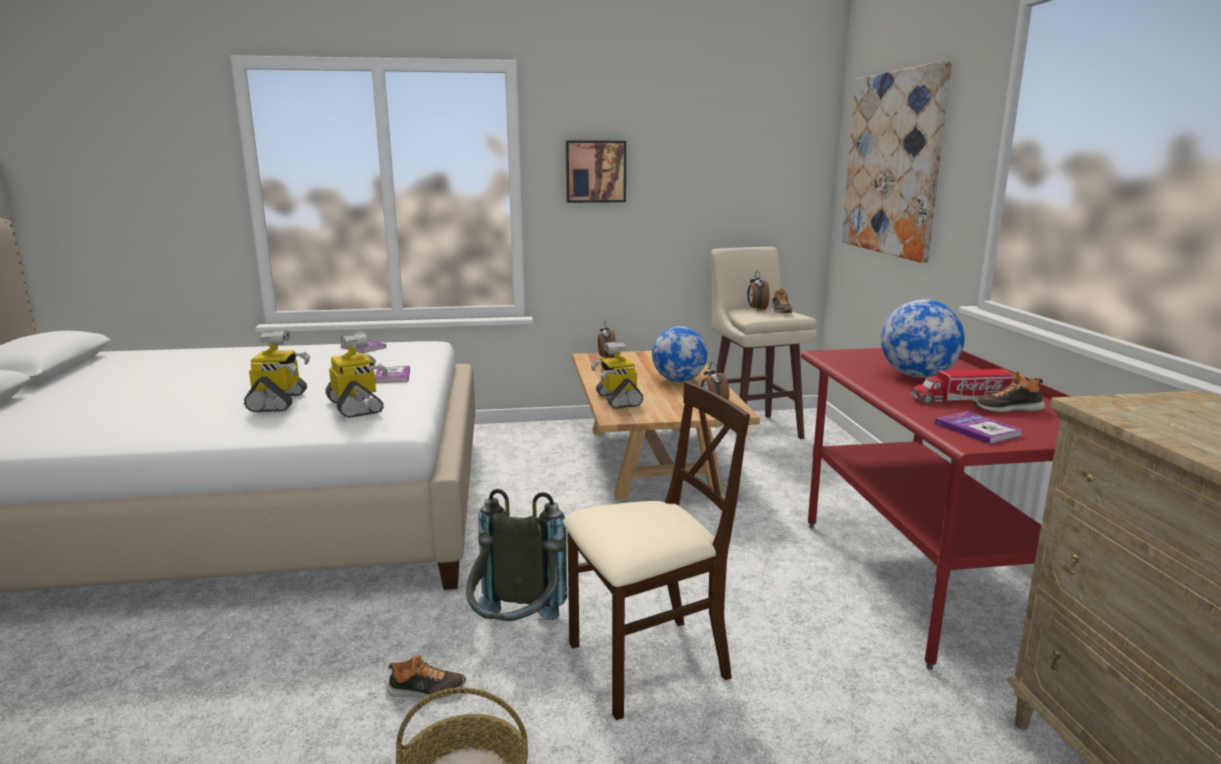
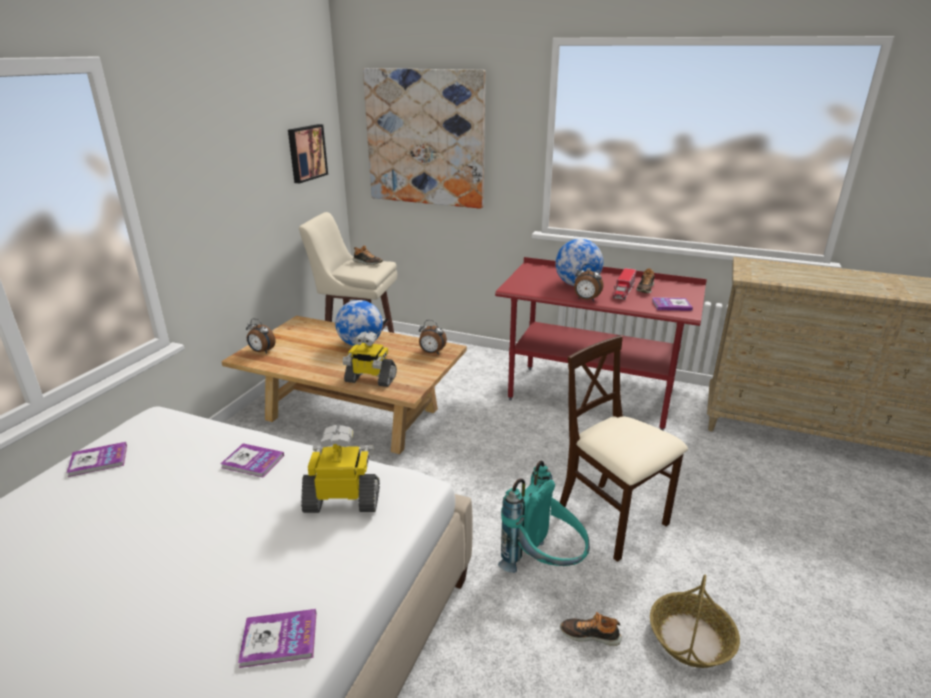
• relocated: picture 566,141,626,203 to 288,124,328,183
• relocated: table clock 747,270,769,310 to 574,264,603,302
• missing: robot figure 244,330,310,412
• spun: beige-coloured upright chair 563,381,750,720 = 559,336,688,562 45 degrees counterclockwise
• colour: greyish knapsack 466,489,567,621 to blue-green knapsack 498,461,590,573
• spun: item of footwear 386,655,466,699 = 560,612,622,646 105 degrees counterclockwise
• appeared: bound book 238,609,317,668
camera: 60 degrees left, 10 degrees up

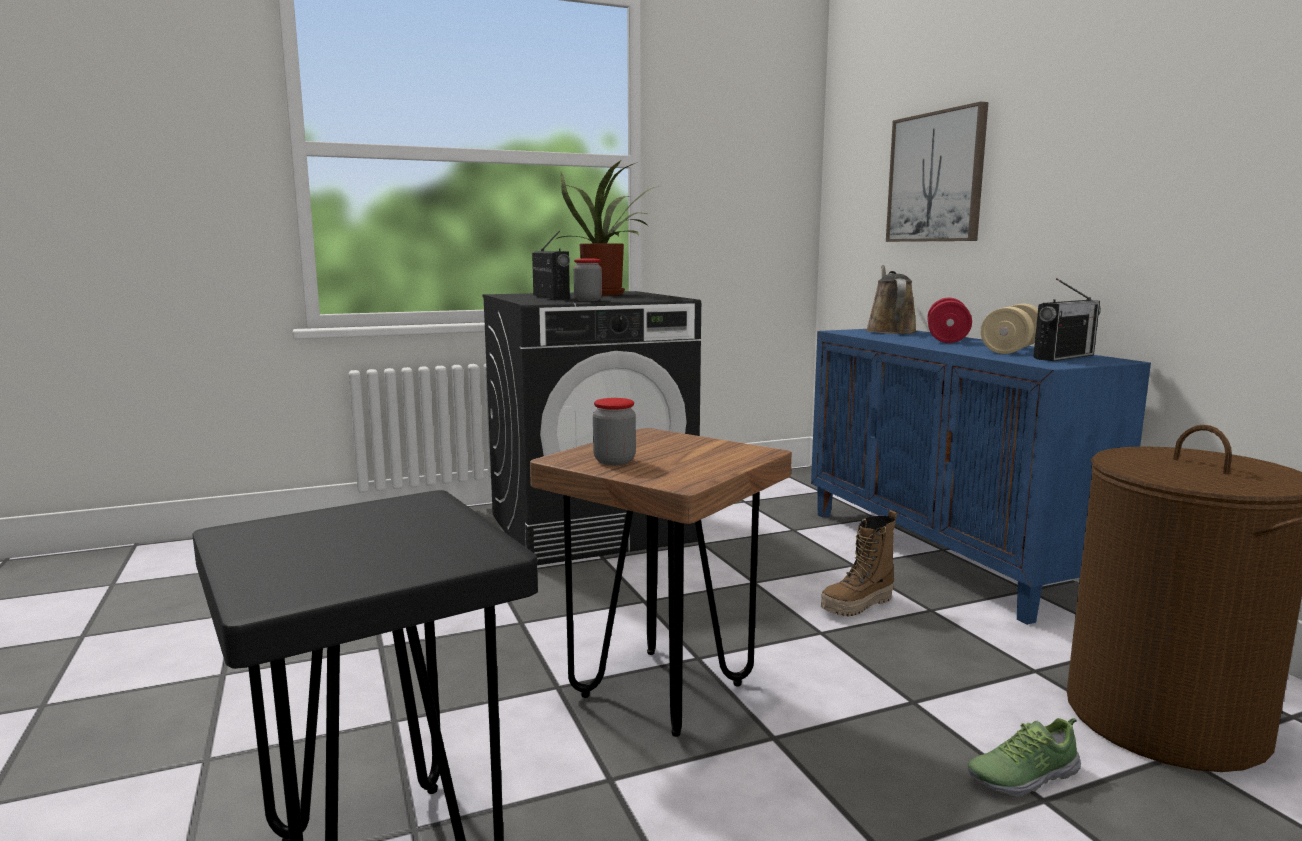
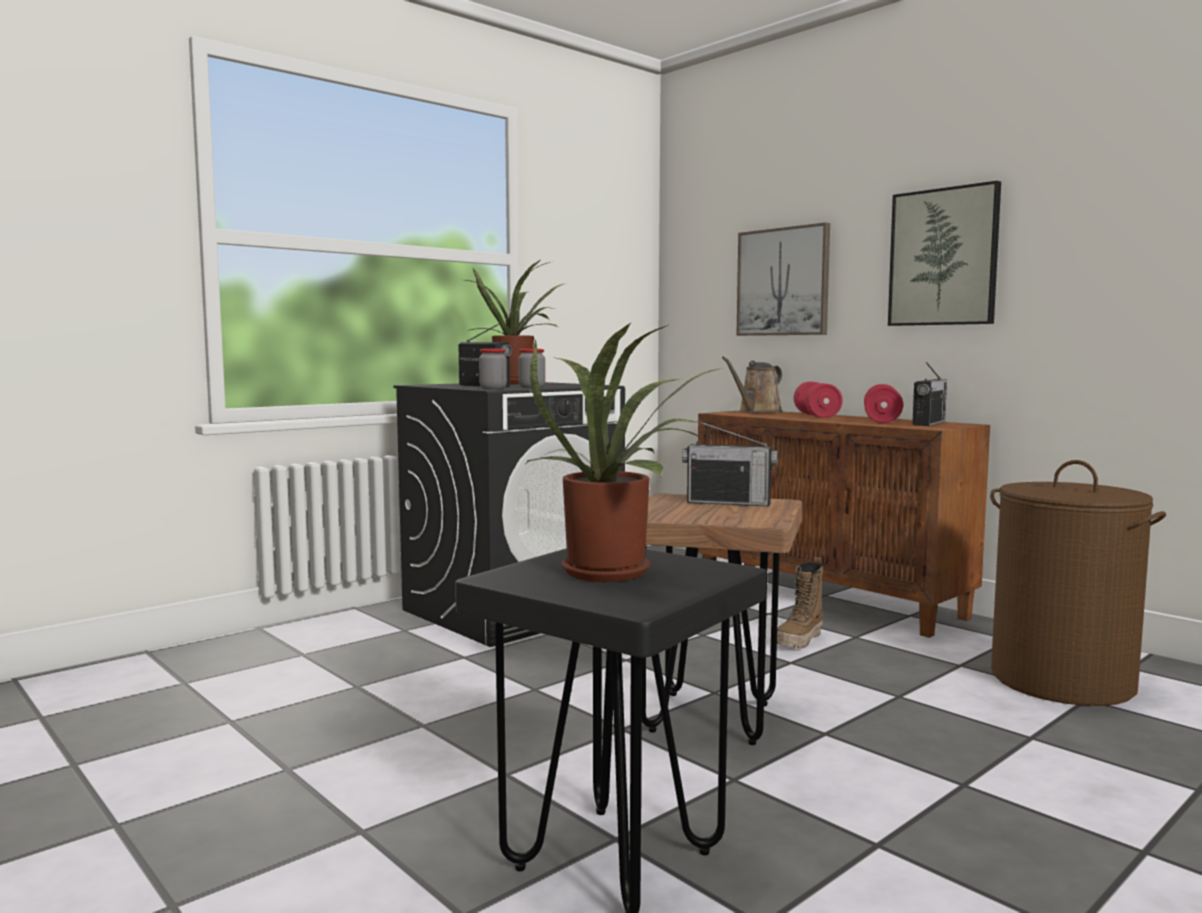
• spun: brownish watering can 866,265,917,334 = 722,357,783,413 120 degrees counterclockwise
• colour: beige-coloured free weight 981,304,1038,354 to red-coloured free weight 864,384,903,423
• colour: blue storage cabinet 811,329,1151,625 to brownish storage cabinet 698,410,990,638
• relocated: preserve jar 593,398,636,465 to 479,349,507,389
• missing: item of footwear 967,718,1081,797
• appeared: picture 888,181,1001,326
• appeared: plant in a pot 526,323,724,582
• appeared: radio set 682,421,778,506
camera: 20 degrees left, 5 degrees down

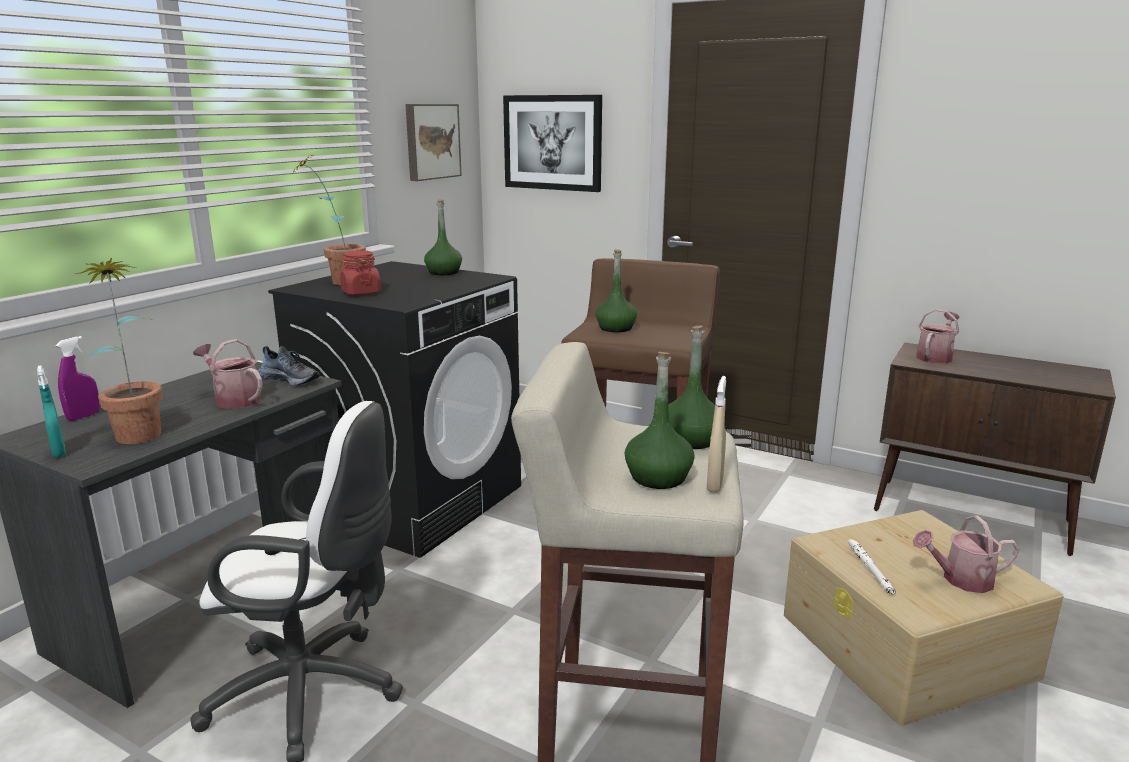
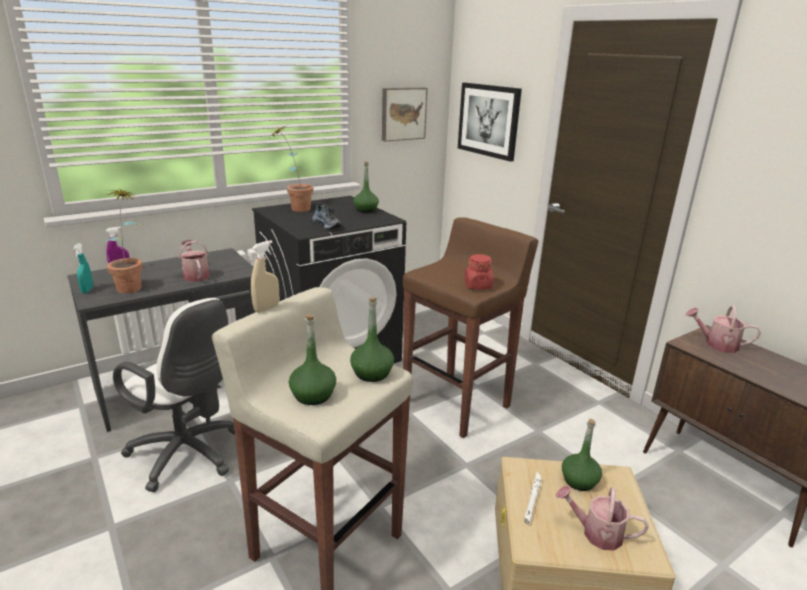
• relocated: green-coloured drink bottle 596,249,637,332 to 562,419,602,491
• relocated: red-coloured preserve jar 340,251,381,295 to 464,254,493,289
• spun: watering can 916,309,959,364 = 686,305,761,353 135 degrees counterclockwise
• relocated: item of footwear 258,346,320,385 to 312,203,342,229
• relocated: beige-coloured hand sprayer 707,376,726,492 to 251,240,279,313
camera: 25 degrees right, 5 degrees up

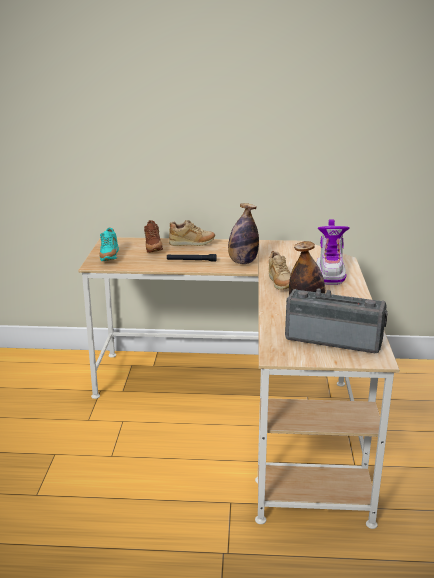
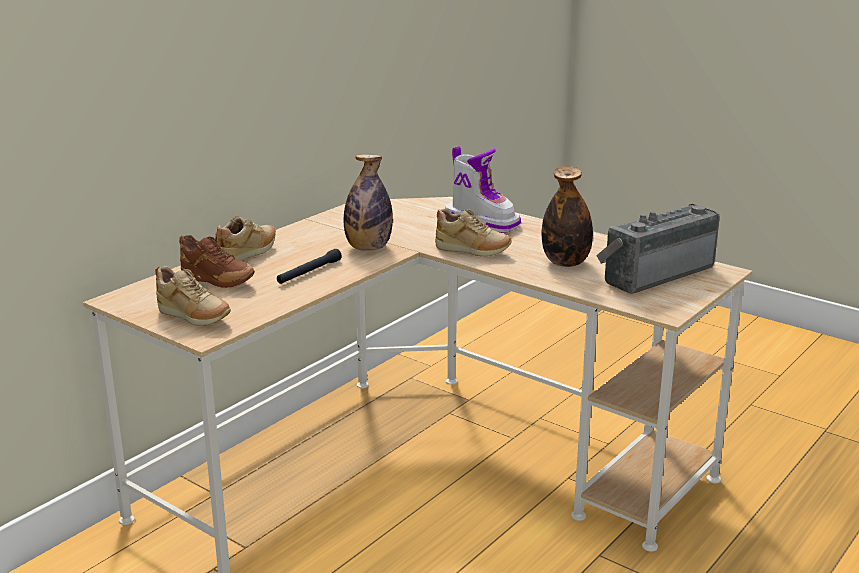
• colour: blue-green item of footwear 99,228,119,261 to beige-coloured item of footwear 155,266,231,326
camera: 55 degrees left, 0 degrees up

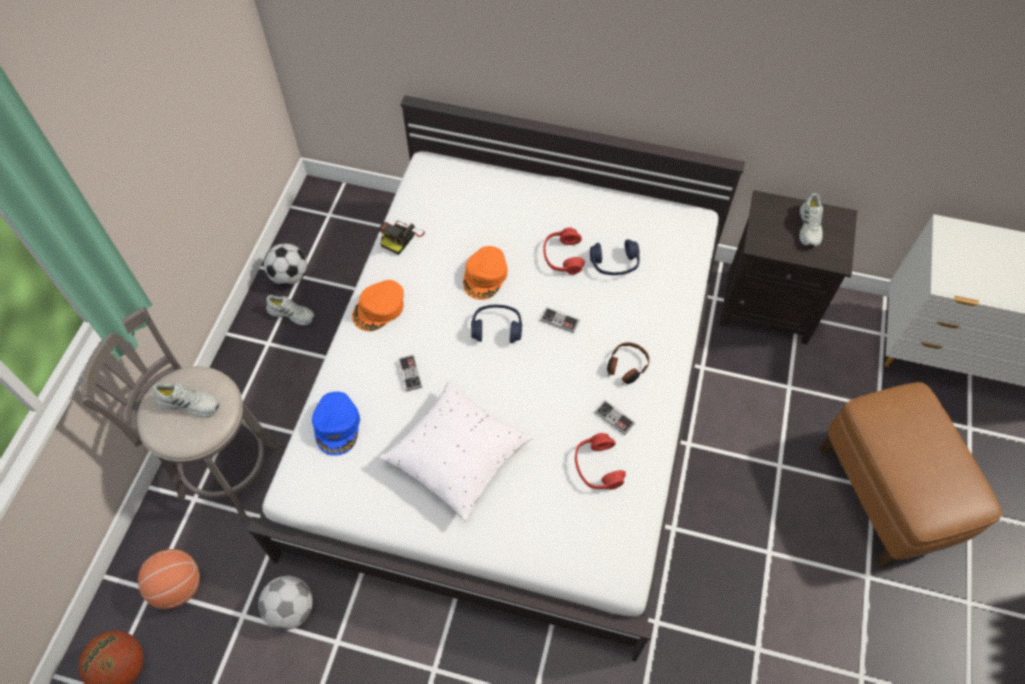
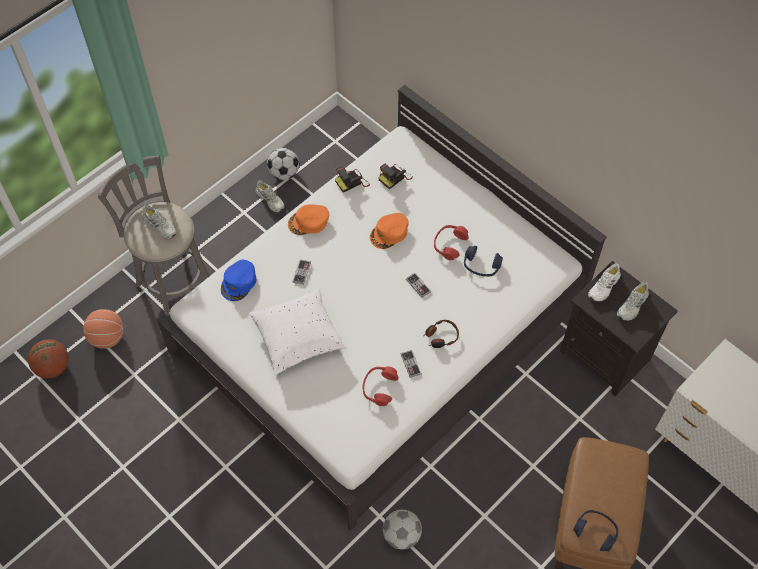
• relocated: blue headset 471,305,522,343 to 573,510,618,552
• relocated: football 258,576,313,631 to 383,510,422,550
• appeared: still camera 378,164,413,189
• appeared: white item of footwear 588,263,621,301
camera: 30 degrees right, 0 degrees up

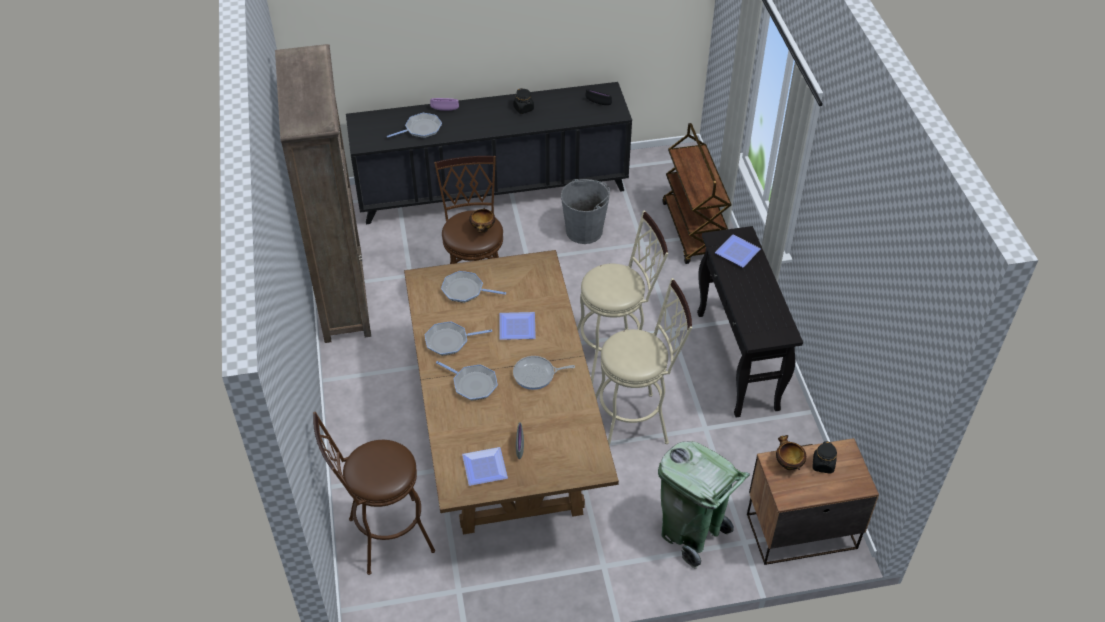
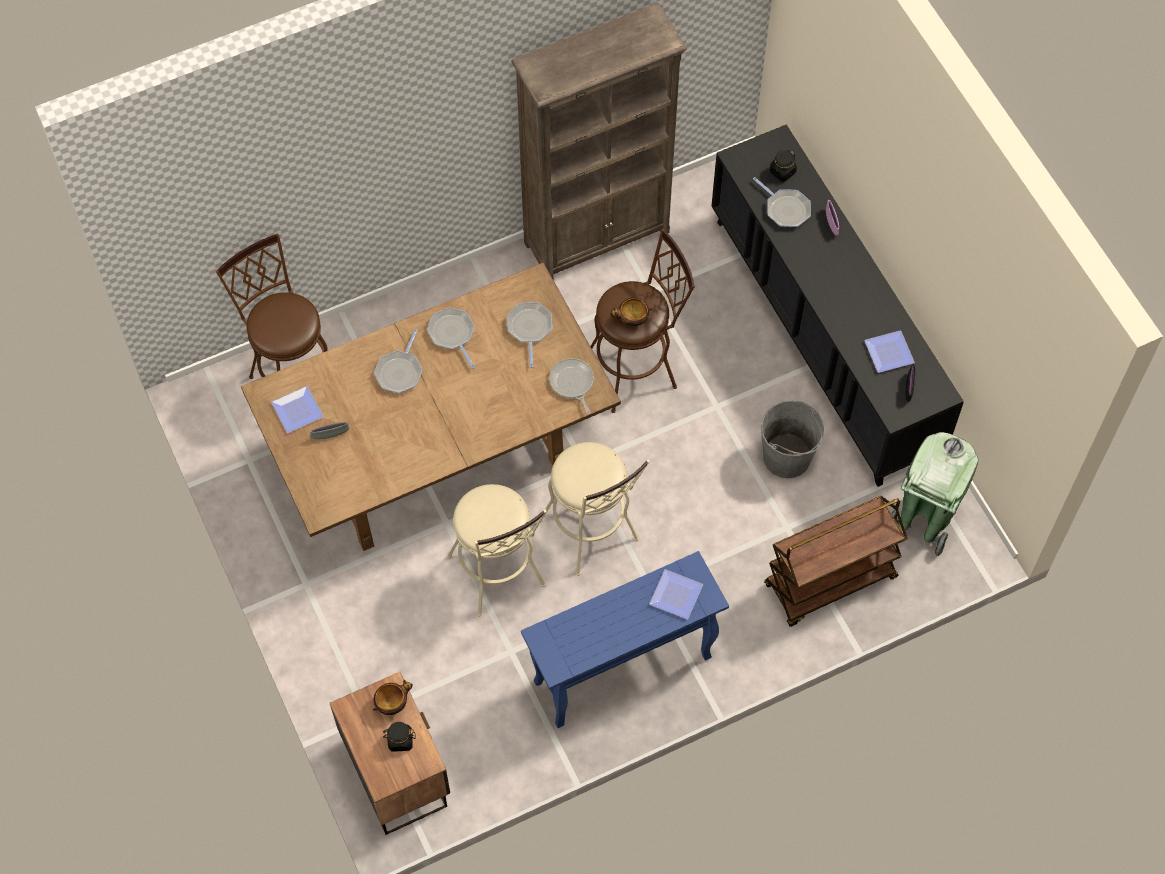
• relocated: black-coloured preserve jar 513,88,534,114 to 770,150,797,182
• colour: black-coloured narrow table 697,226,803,418 to blue narrow table 521,551,729,728
• relocated: dinner plate 500,312,536,340 to 864,330,915,373
• relocated: pan 513,356,575,390 to 549,358,594,414
• relocated: green-coloured trash can 658,441,750,568 to 891,432,978,556
camera: 75 degrees right, 15 degrees up

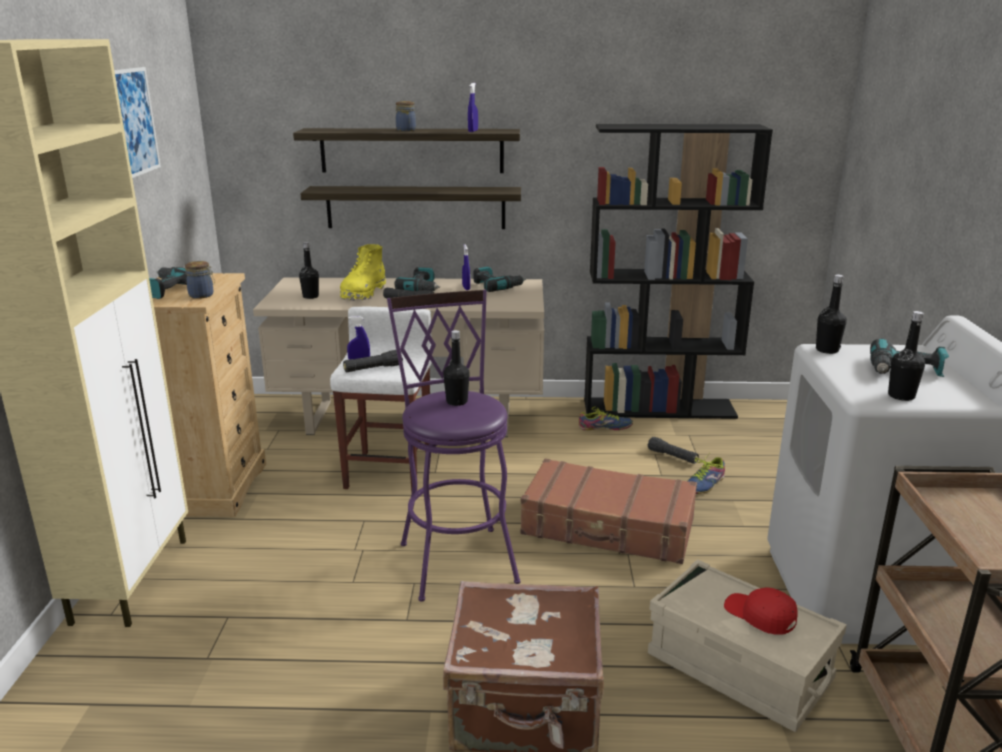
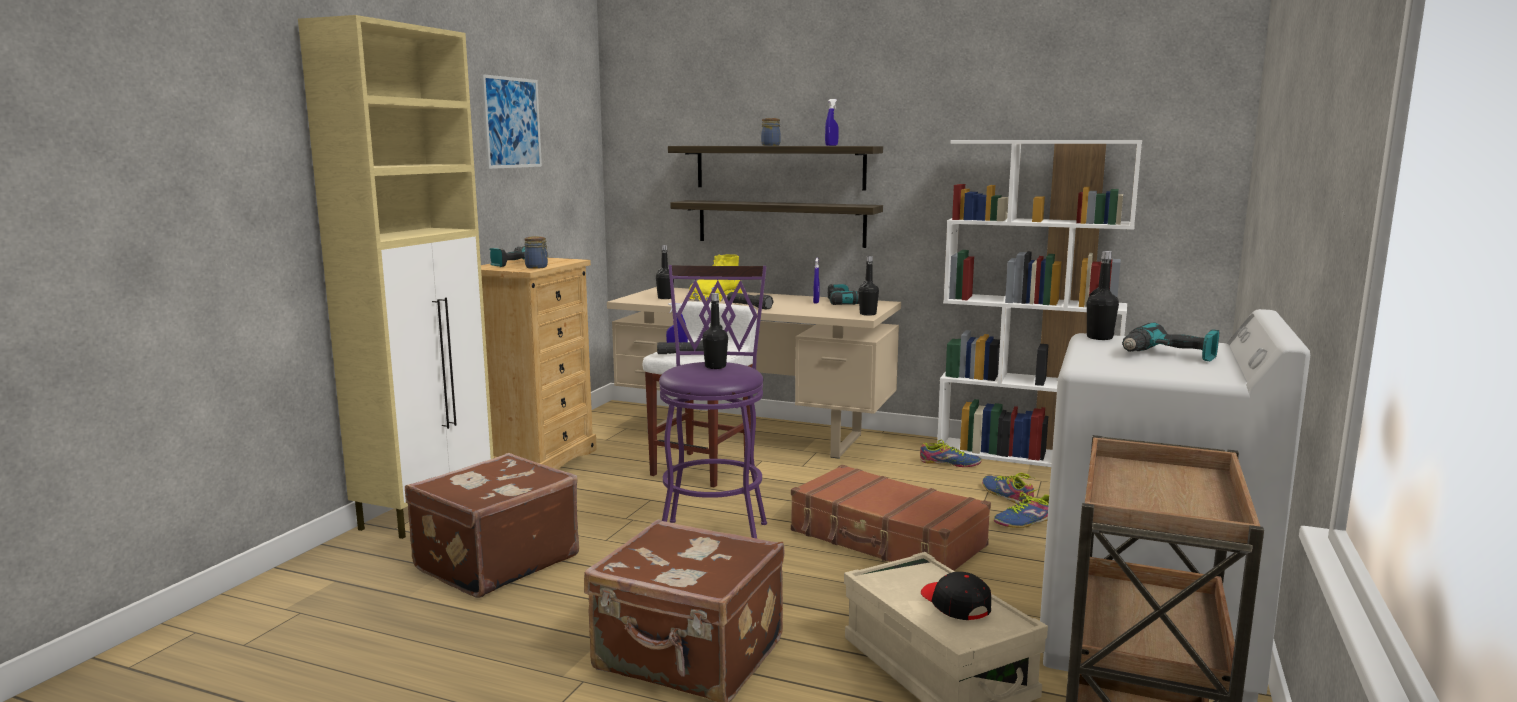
• colour: black-coloured shelving unit 584,124,773,419 to white shelving unit 937,140,1142,467
• missing: electric drill 394,267,440,291
• relocated: black-coloured drink bottle 888,311,925,401 to 859,256,879,316
• exchanged: black-coloured torch 648,437,699,464 to item of footwear 982,473,1034,504
• colour: red-coloured cap 724,587,798,635 to black-coloured cap 921,572,991,620
• appeared: brownish piece of luggage 405,453,579,598
camera: 20 degrees right, 10 degrees down

